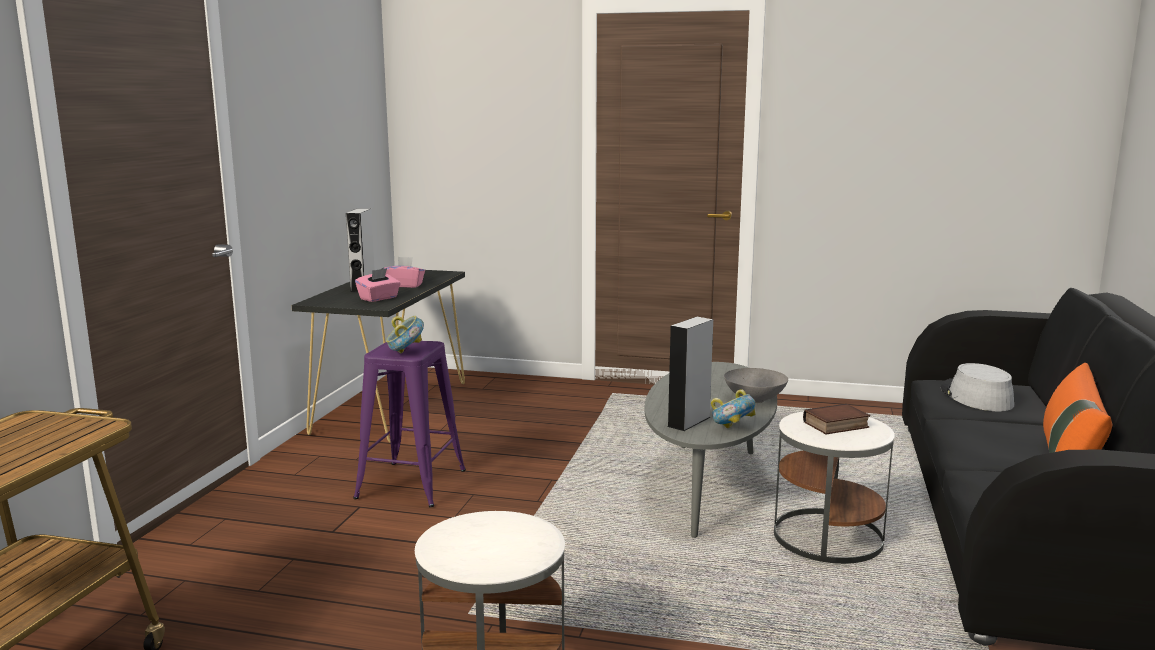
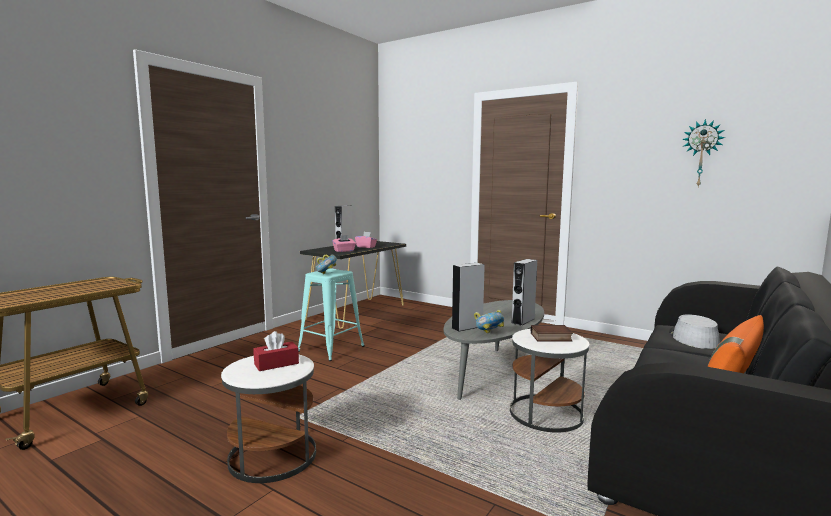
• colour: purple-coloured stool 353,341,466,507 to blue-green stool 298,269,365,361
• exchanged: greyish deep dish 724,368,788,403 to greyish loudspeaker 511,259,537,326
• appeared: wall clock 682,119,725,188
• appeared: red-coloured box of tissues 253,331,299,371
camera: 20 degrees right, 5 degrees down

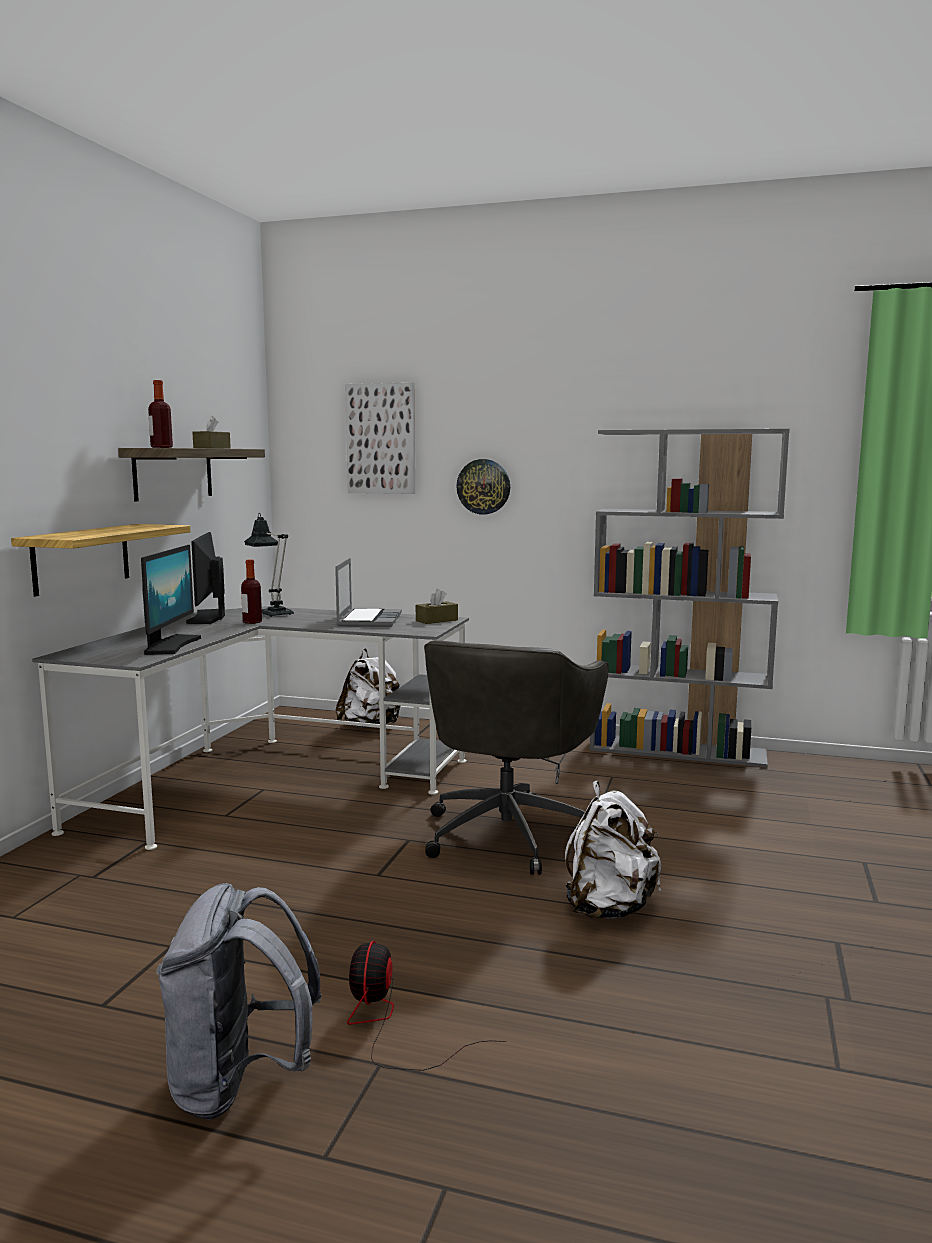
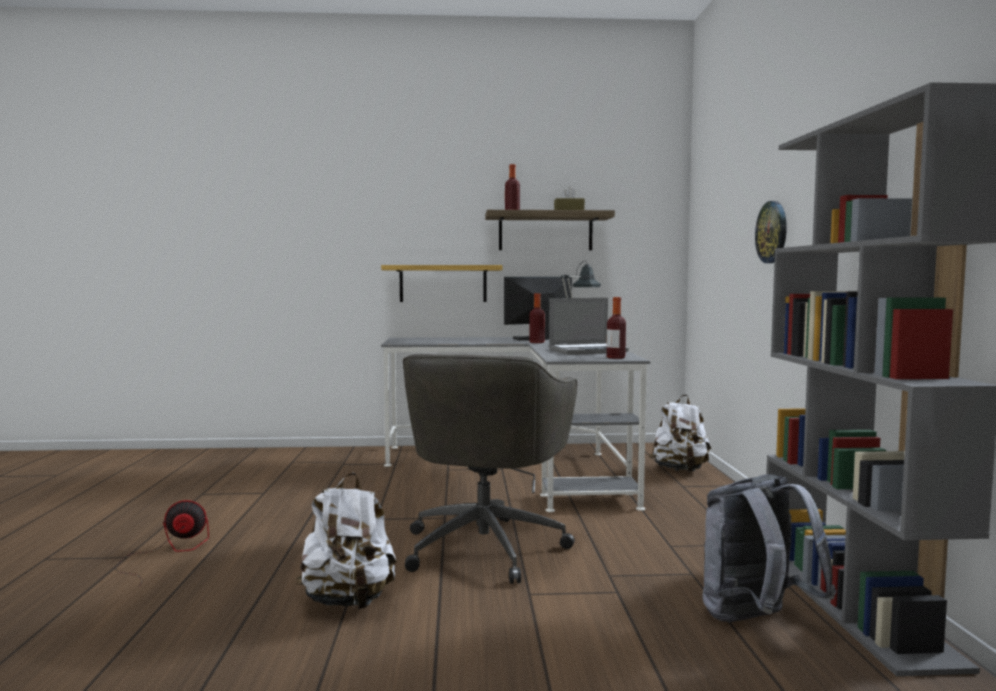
• missing: picture 345,382,415,494
• missing: computer display 141,545,201,655
• exchanged: brownish box of tissues 416,589,458,624 to drink bottle 607,297,626,359
• spun: greyish desk chair 424,640,609,875 = 403,354,577,584 75 degrees counterclockwise
• relocated: greyish knapsack 156,883,322,1120 to 703,474,837,622
camera: 70 degrees right, 5 degrees down

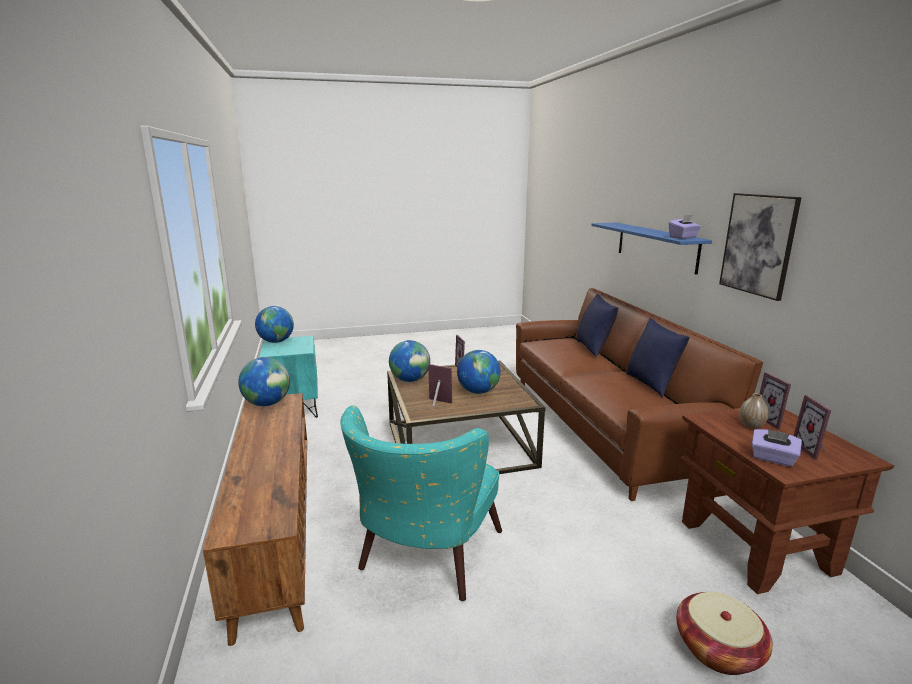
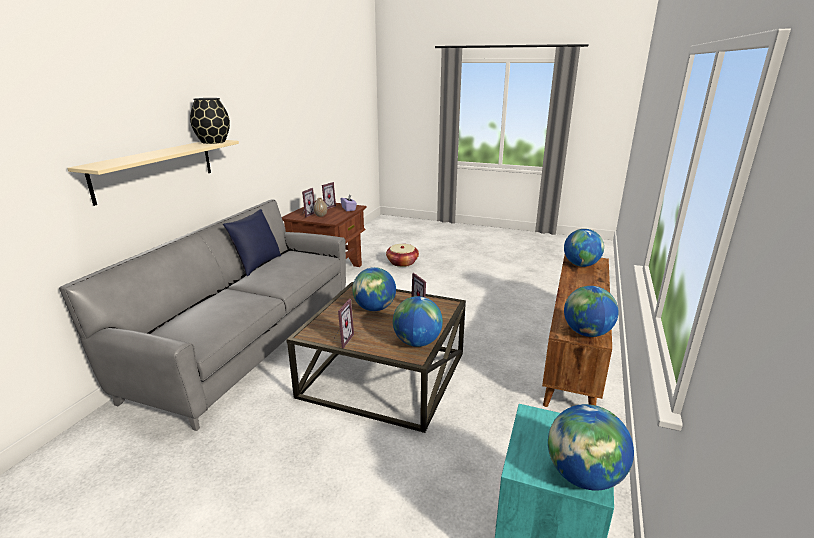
• missing: picture 719,193,802,301
• exchanged: purple-coloured box of tissues 669,215,701,239 to black-coloured flower vase 190,98,230,144
• colour: blue bracket shelf 591,223,712,275 to beige-coloured bracket shelf 68,140,239,206
• colour: brownish sofa 516,288,763,501 to greyish sofa 59,199,346,431
• missing: blue throw pillow 577,294,618,358
• missing: blue-green easy chair 340,405,502,601
• appeared: globe 564,229,604,267
camera: 145 degrees left, 5 degrees up

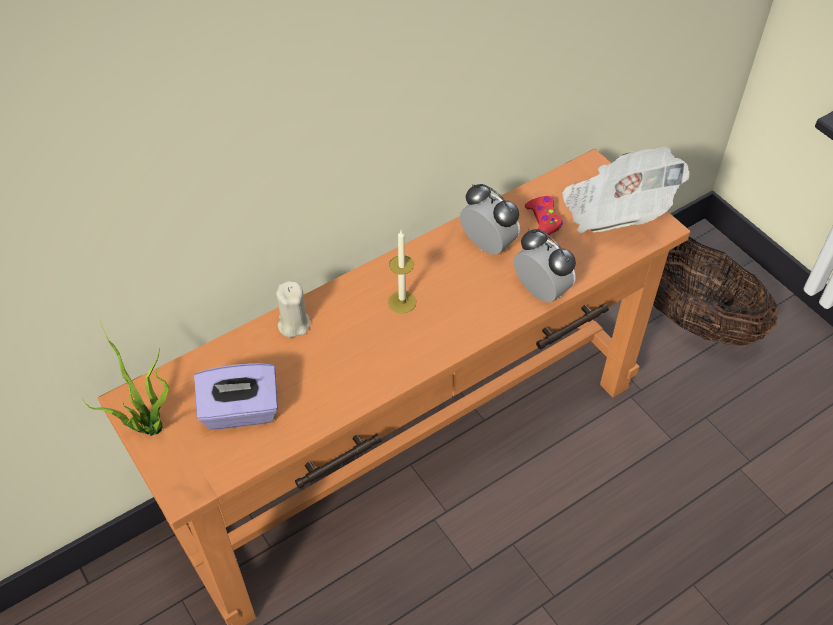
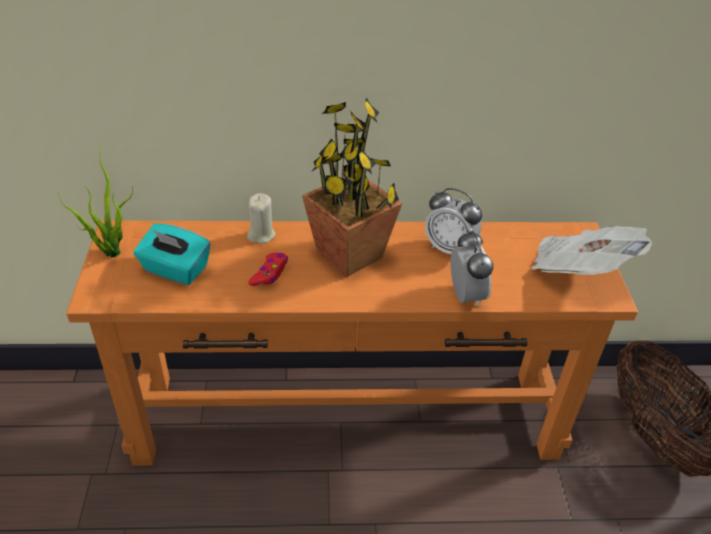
• spun: table clock 460,184,520,255 = 425,188,482,254 135 degrees clockwise
• relocated: red-coloured game controller 525,196,563,235 to 248,253,288,286
• exchanged: wax candle 388,231,416,314 to plant in a pot 302,98,402,277
• colour: purple-coloured box of tissues 194,363,278,430 to blue-green box of tissues 134,223,211,285
camera: 30 degrees right, 10 degrees down

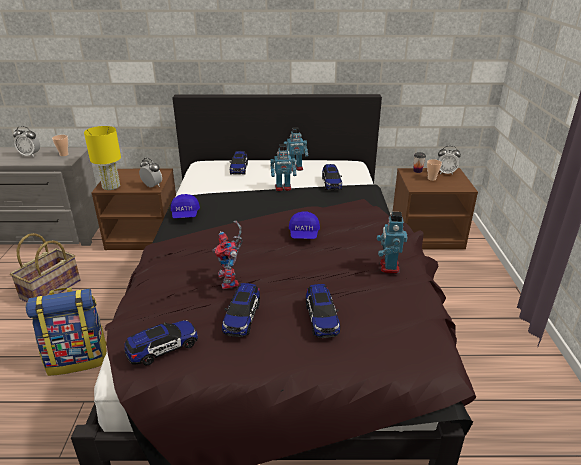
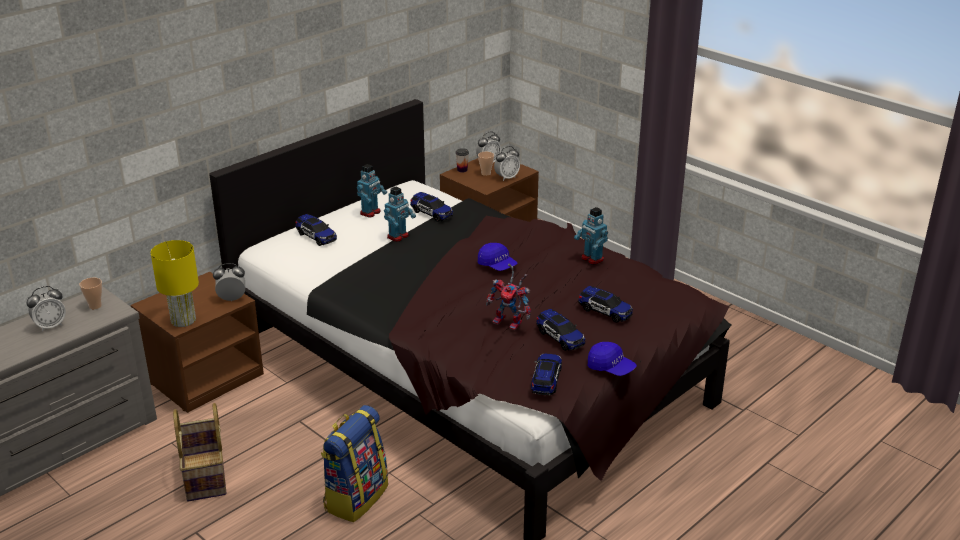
• relocated: blue cap 171,194,200,218 to 588,342,637,376
• appeared: table clock 494,146,520,181
camera: 45 degrees left, 0 degrees up

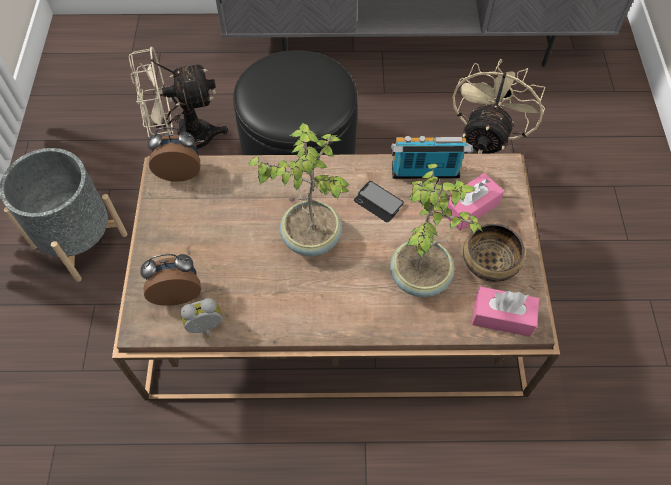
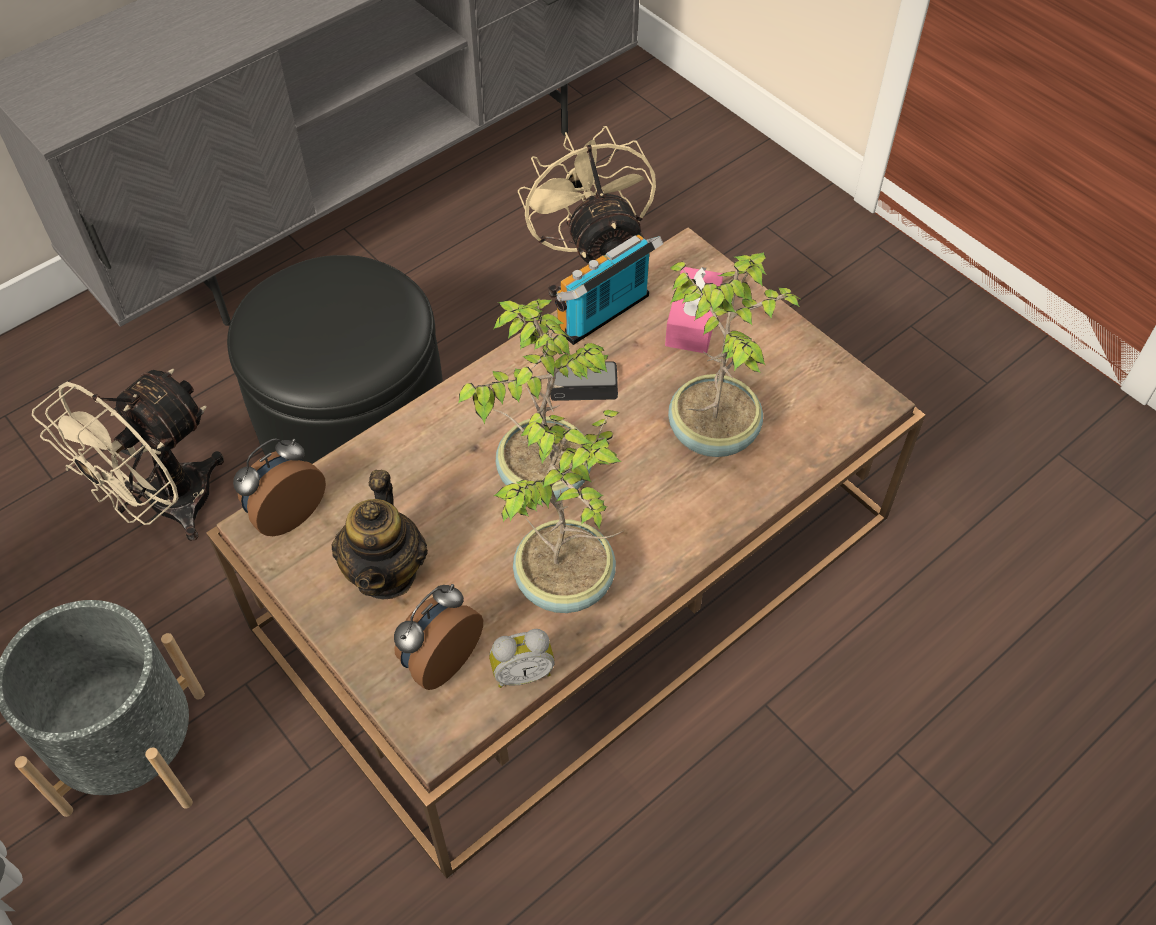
• missing: deep dish 463,223,525,282
• missing: pink-coloured box of tissues 472,287,539,337
• spun: table clock 181,298,222,338 = 489,629,555,688 135 degrees counterclockwise
• appeared: plant in a pot 494,410,623,613
• appeared: pot for tea 331,470,428,599
camera: 40 degrees left, 5 degrees down

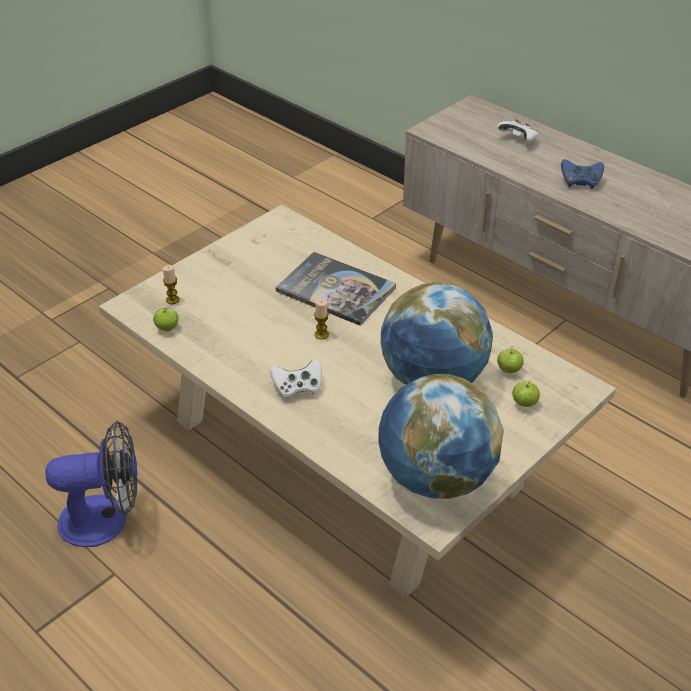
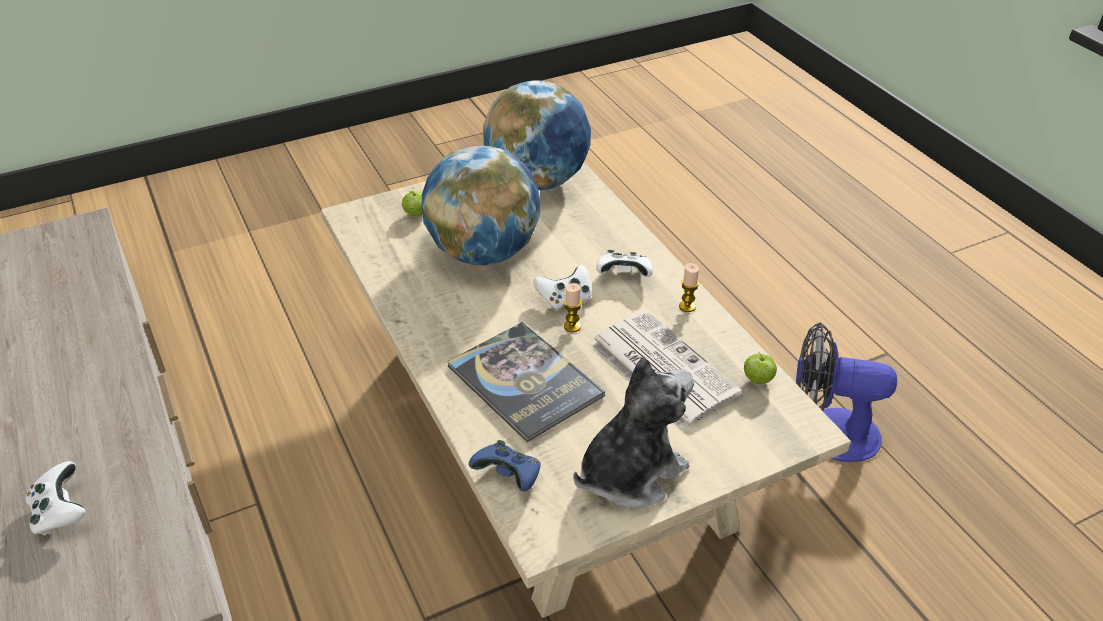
• relocated: blue game controller 561,159,604,189 to 469,440,541,491
• relocated: wax candle 163,265,180,304 to 679,263,699,312
• missing: apple fruit 497,349,524,373
• appeared: white game controller 533,265,592,311
• appeared: daily paper 589,310,742,430
• appeared: cuddly toy 573,357,694,509
camera: 160 degrees left, 0 degrees up

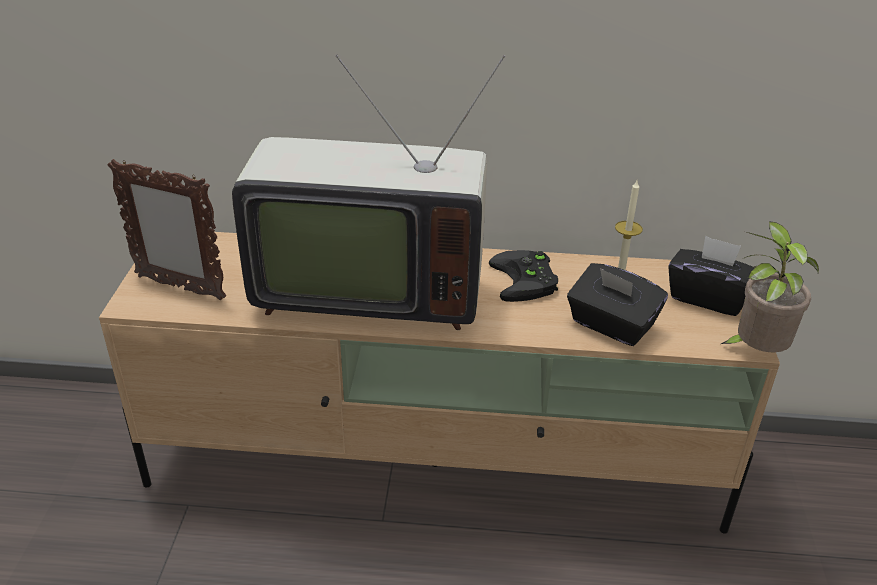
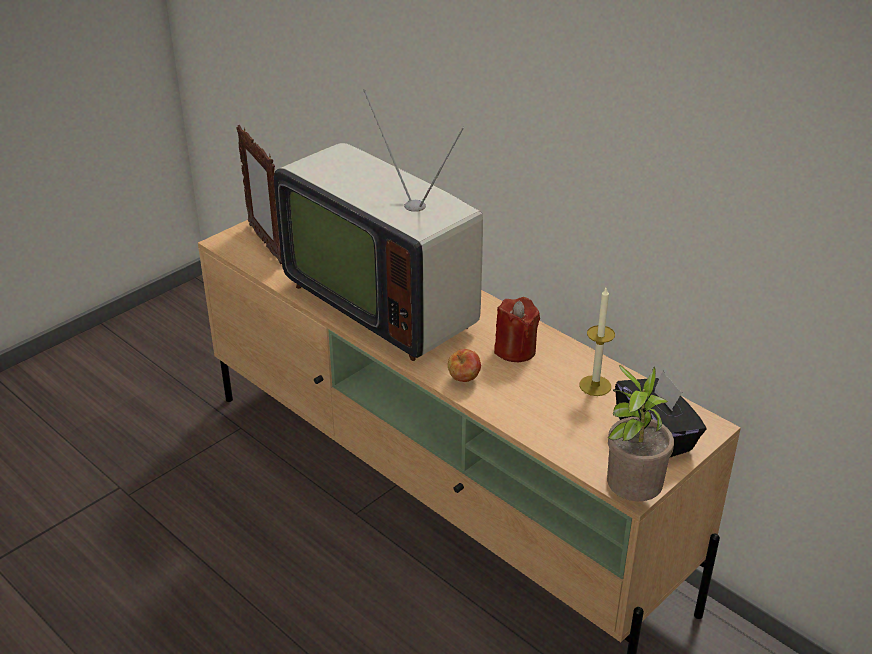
• exchanged: black-coloured game controller 489,250,558,302 to red-coloured wax candle 494,297,540,362
• missing: black-coloured box of tissues 567,263,668,346
• appeared: apple fruit 448,349,481,382
camera: 40 degrees right, 0 degrees up

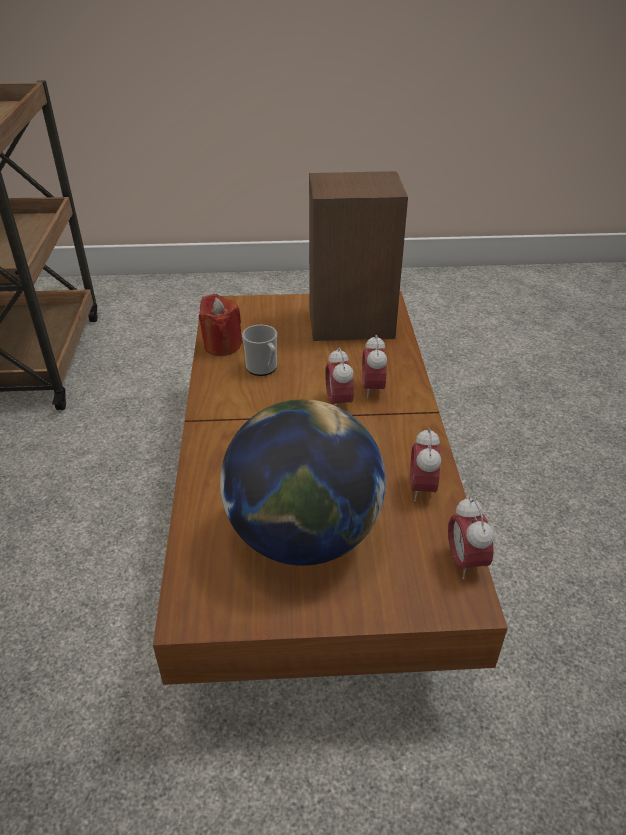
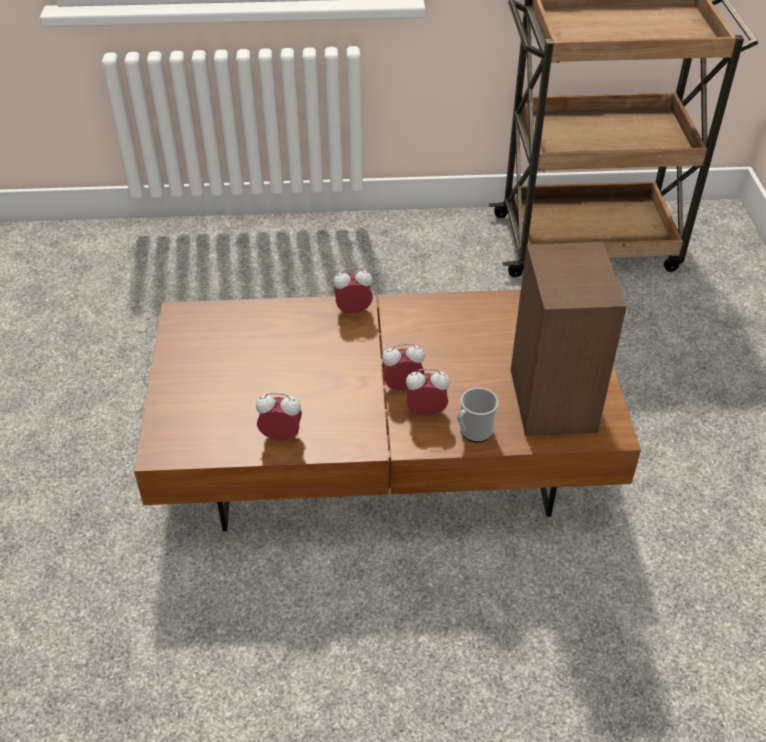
• missing: red-coloured wax candle 199,294,243,356
• relocated: coffee mug 242,325,277,376 to 457,388,498,443
• missing: globe 220,399,386,566
• relocated: table clock 448,496,494,579 to 333,268,373,313
camera: 90 degrees right, 5 degrees up

